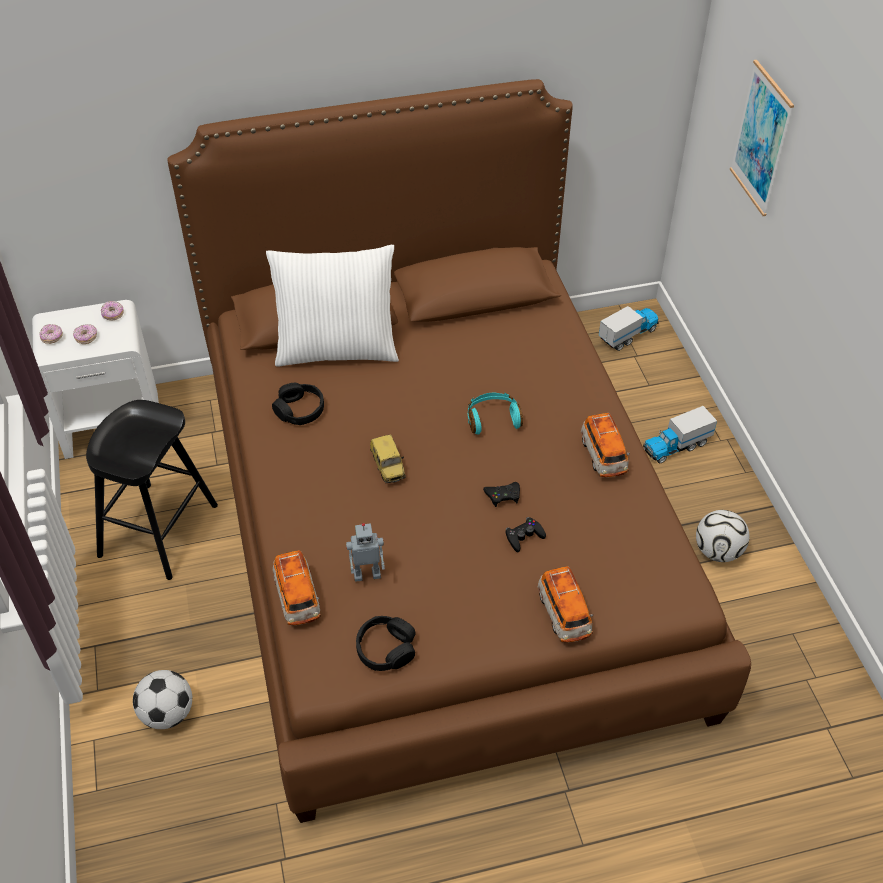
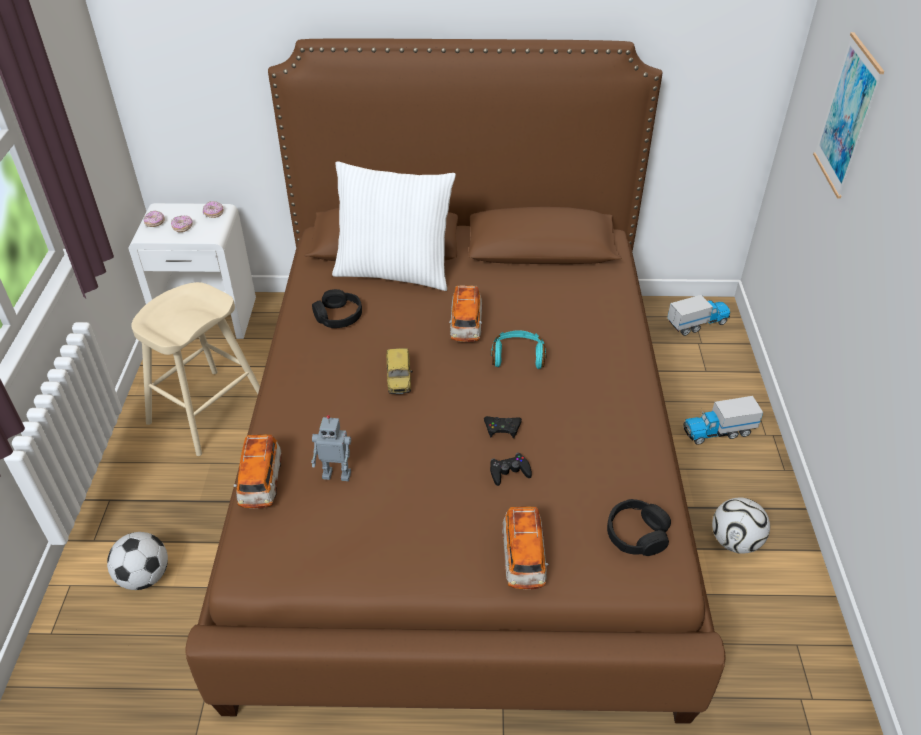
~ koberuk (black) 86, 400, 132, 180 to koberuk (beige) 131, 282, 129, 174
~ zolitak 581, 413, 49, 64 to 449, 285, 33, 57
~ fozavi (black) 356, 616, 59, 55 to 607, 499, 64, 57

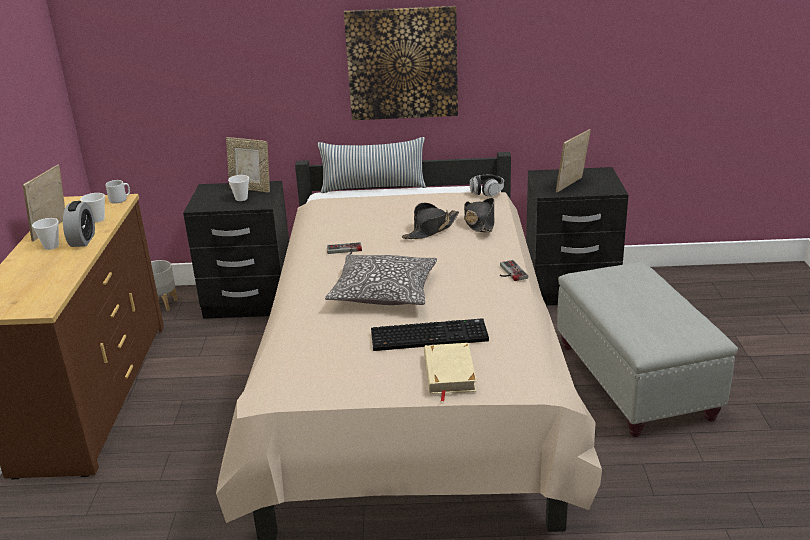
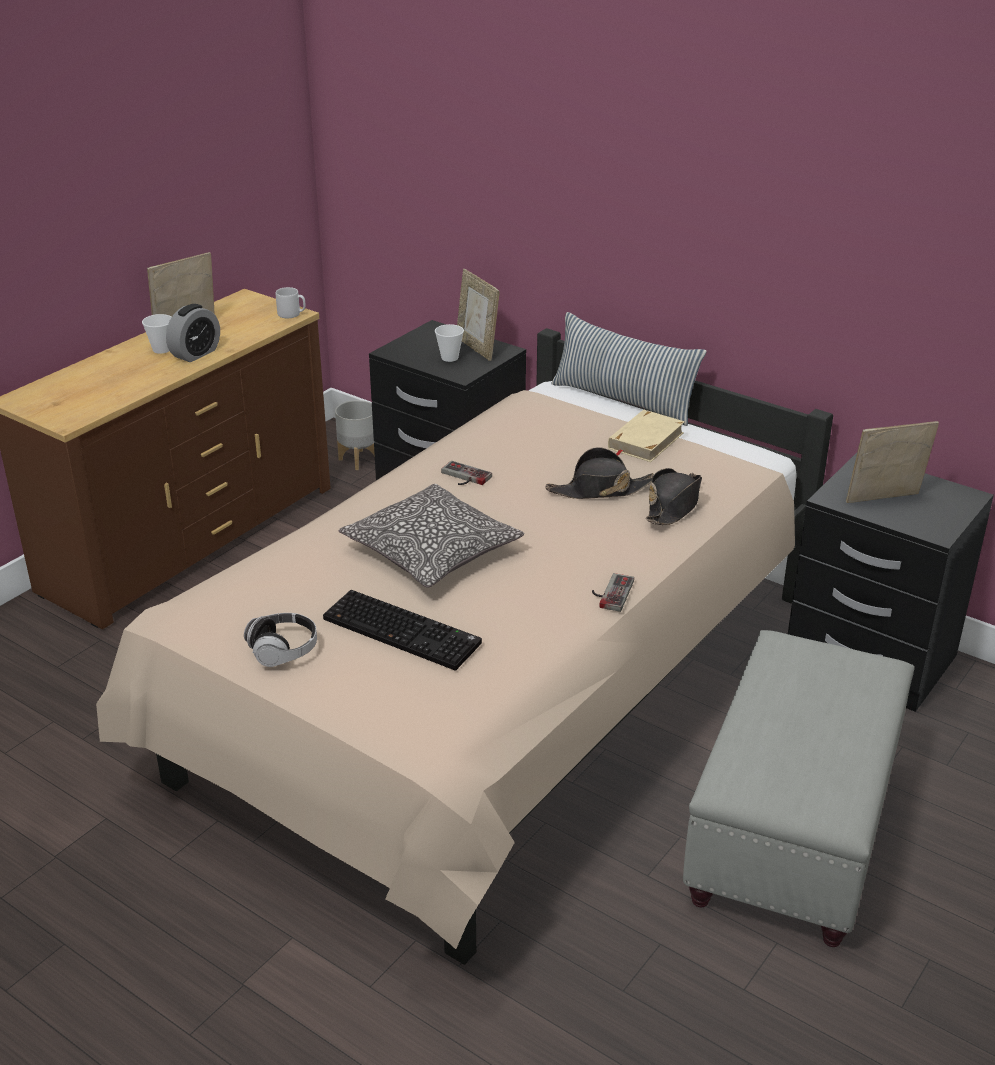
- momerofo 344, 6, 114, 114
~ fozavi 470, 175, 34, 22 to 244, 613, 73, 54
- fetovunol 80, 193, 25, 29
~ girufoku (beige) 424, 343, 53, 58 to 608, 410, 77, 52

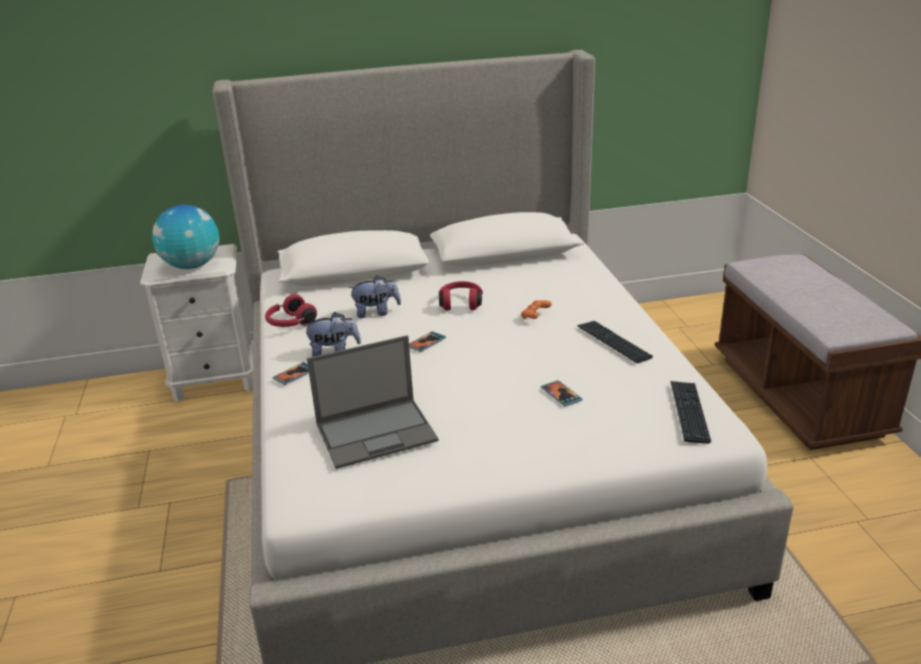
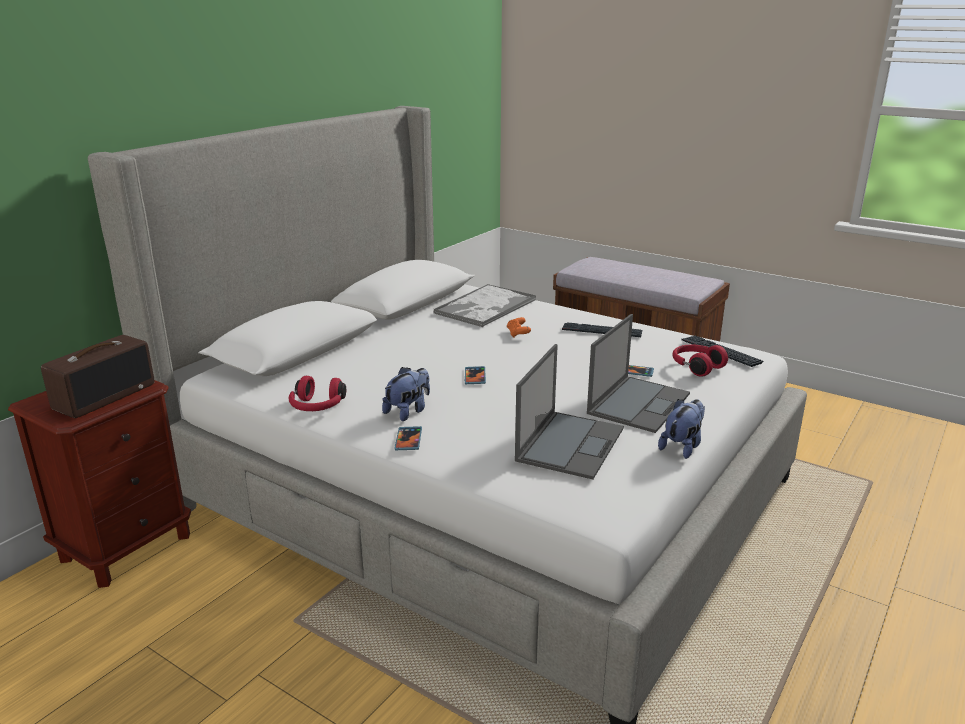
~ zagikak 152, 205, 68, 64 to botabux 41, 335, 113, 83
~ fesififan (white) 140, 244, 113, 158 to fesififan (brown) 8, 380, 183, 208
~ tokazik 348, 275, 53, 43 to 658, 399, 47, 60
~ fozavi (red) 439, 281, 44, 29 to 672, 345, 56, 32
+ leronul 433, 284, 103, 43
+ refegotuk 587, 314, 103, 119

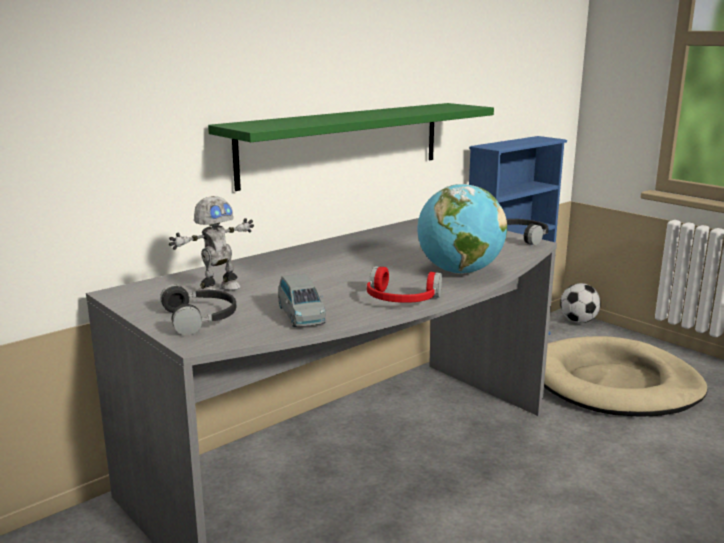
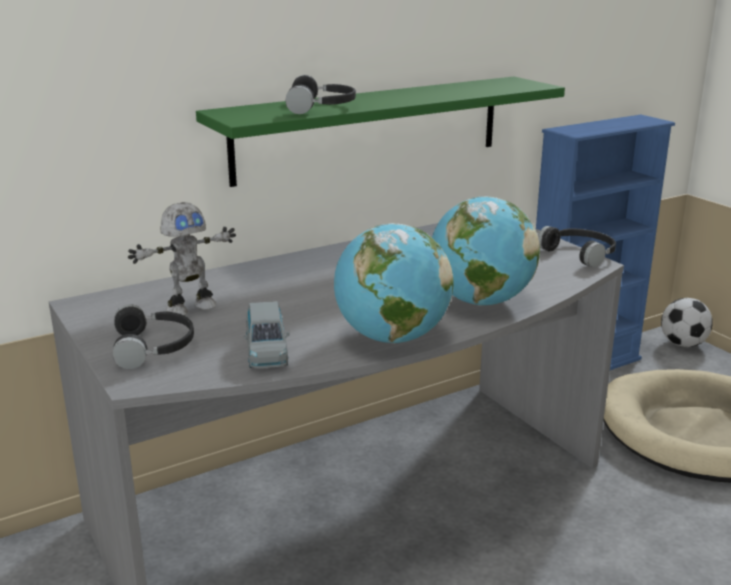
~ fozavi (red) 367, 266, 75, 37 to zagikak 334, 223, 119, 120
+ fozavi (black) 285, 75, 71, 39

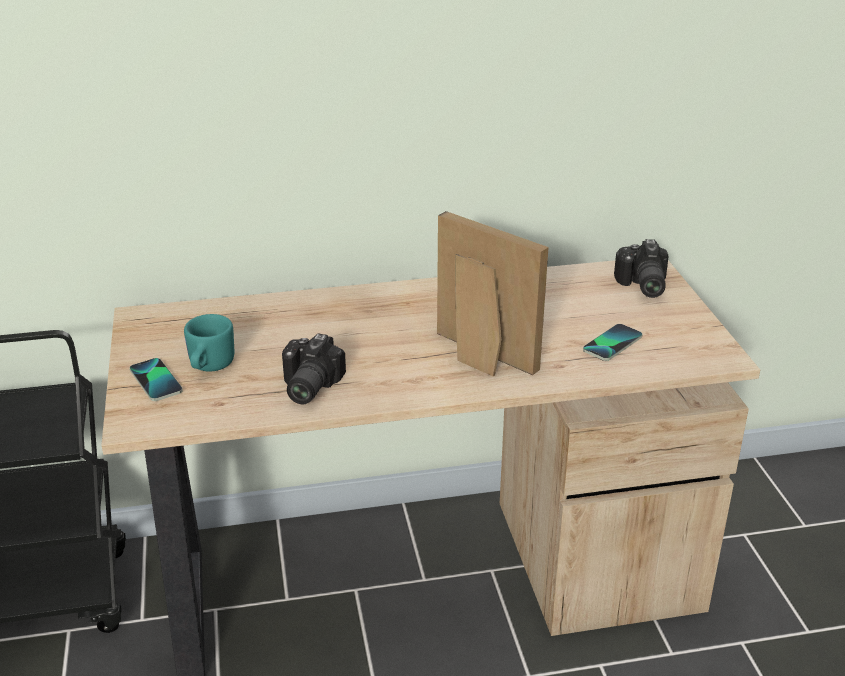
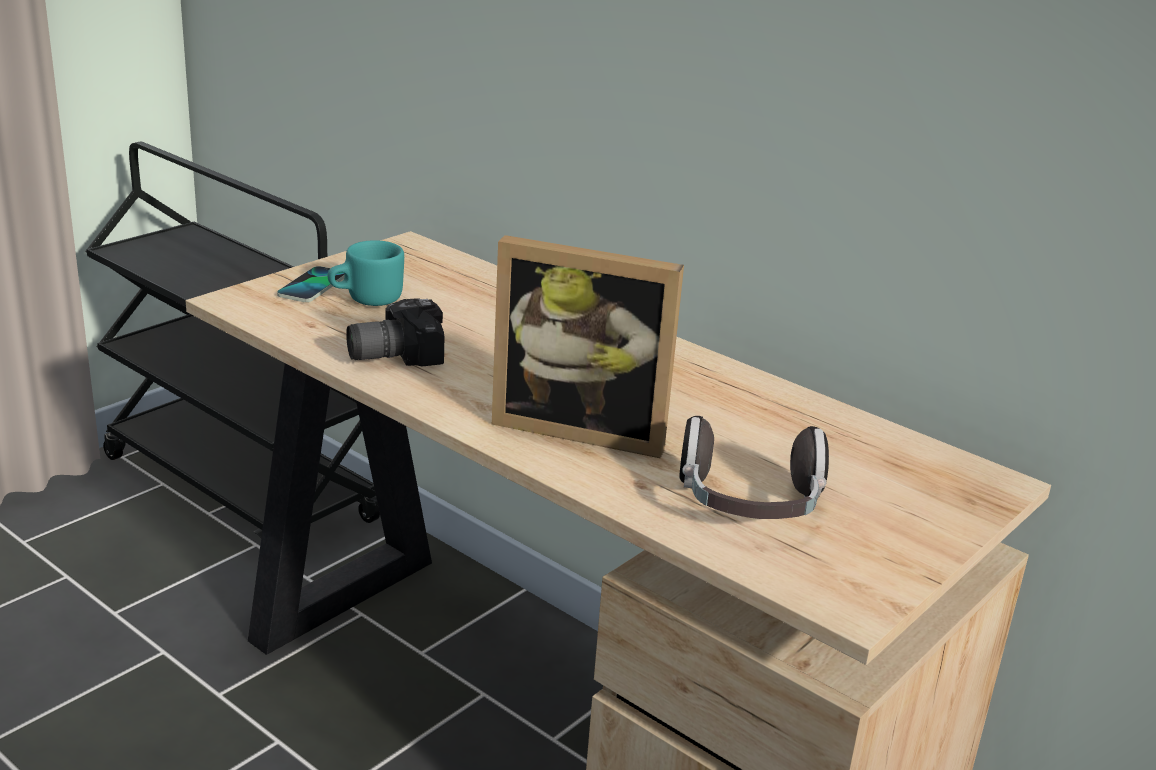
~ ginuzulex 437, 211, 112, 165 = 492, 235, 192, 223 105 degrees clockwise
- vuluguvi 614, 239, 55, 59
~ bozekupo 583, 324, 59, 37 to fozavi 679, 416, 150, 103

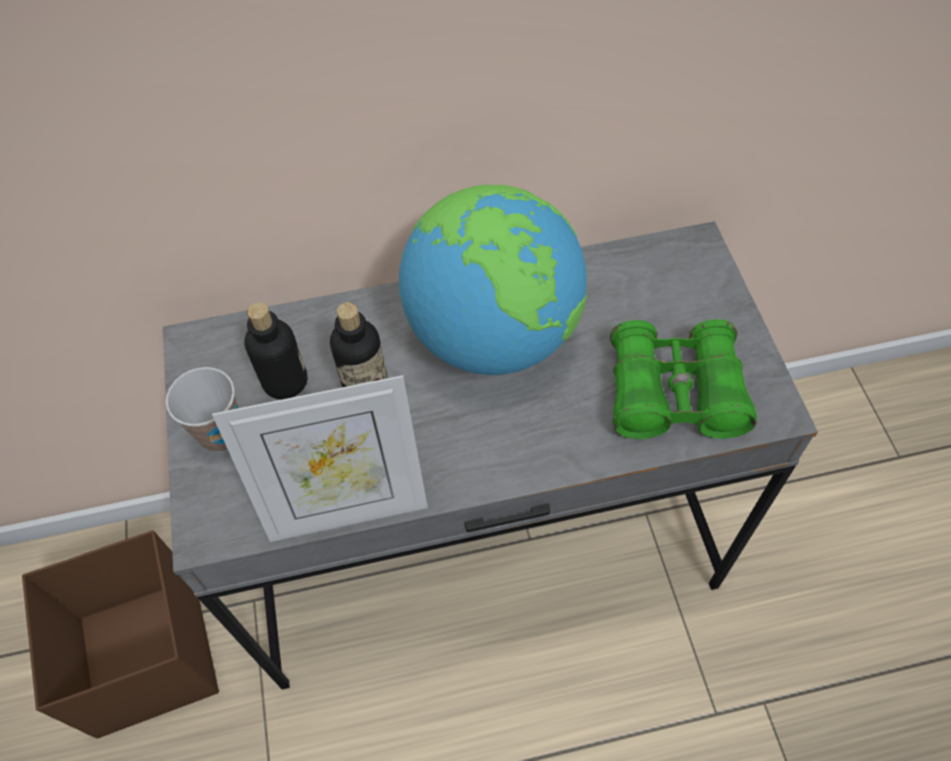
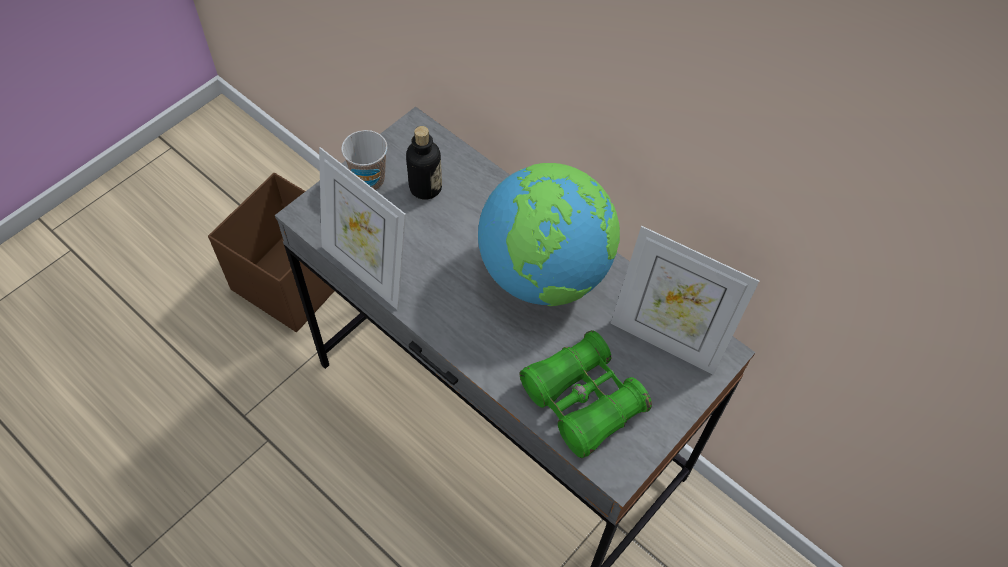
- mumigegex 330, 302, 57, 85
+ ginuzulex 611, 226, 148, 149

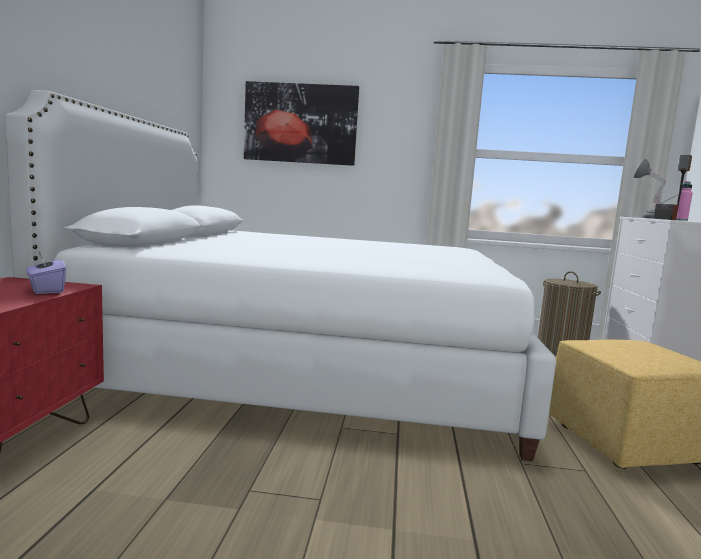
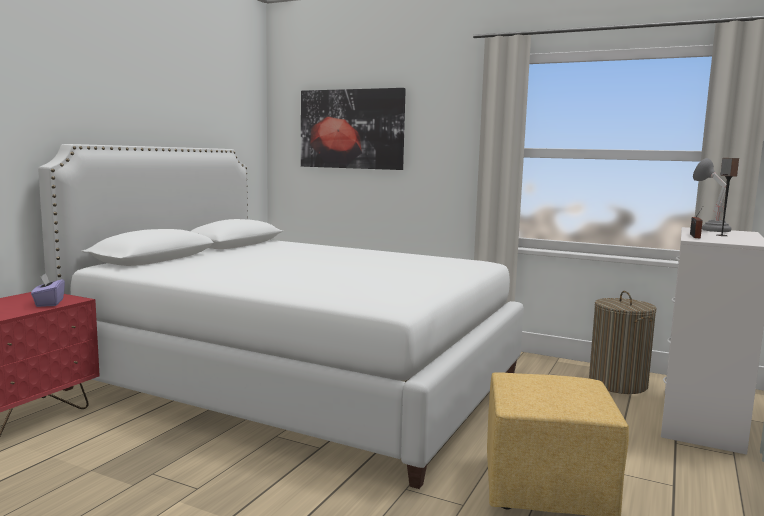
- mumigegex (pink) 676, 181, 17, 40

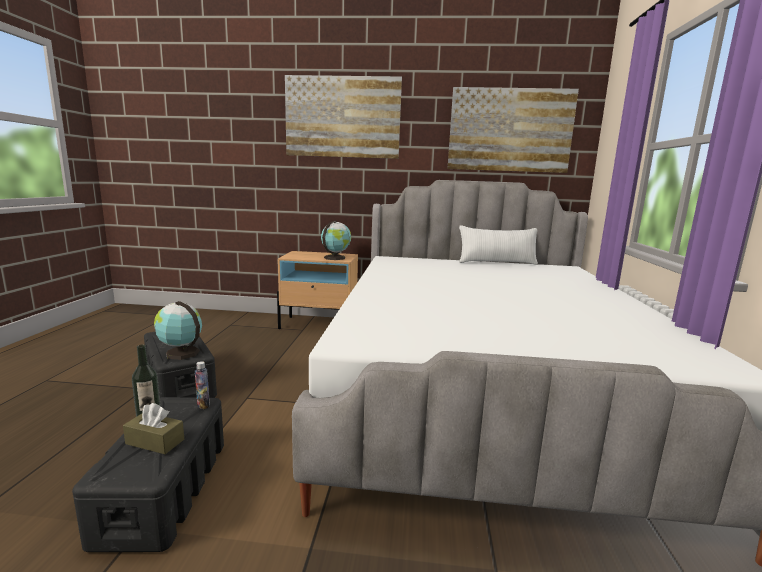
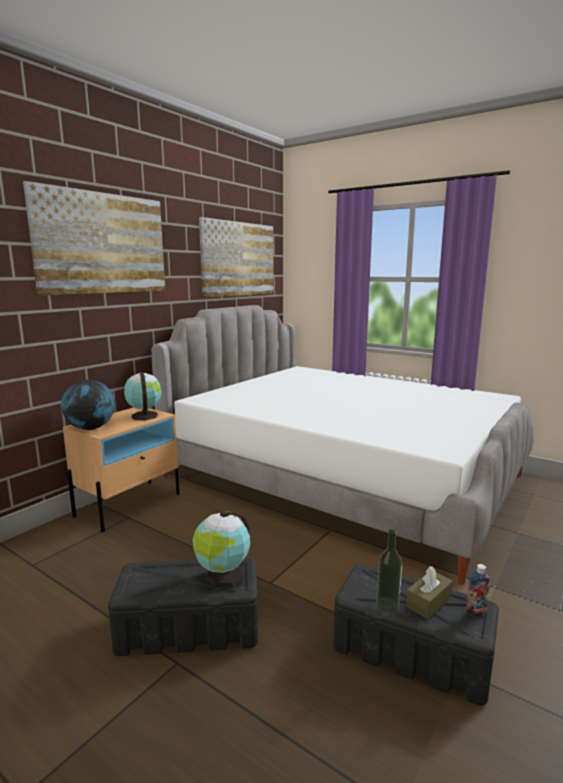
- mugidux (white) 459, 225, 79, 40
~ mumigegex 195, 361, 15, 48 to 466, 564, 25, 52
+ zagikak 61, 380, 54, 50

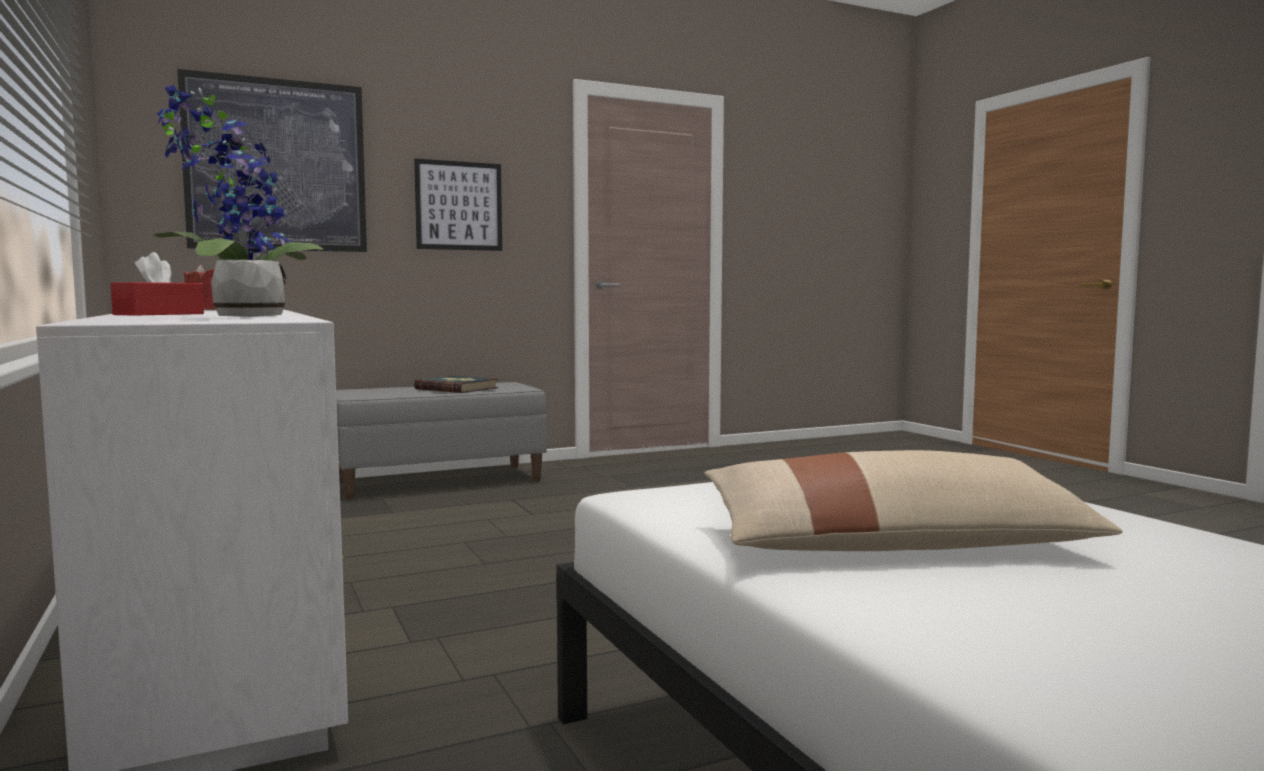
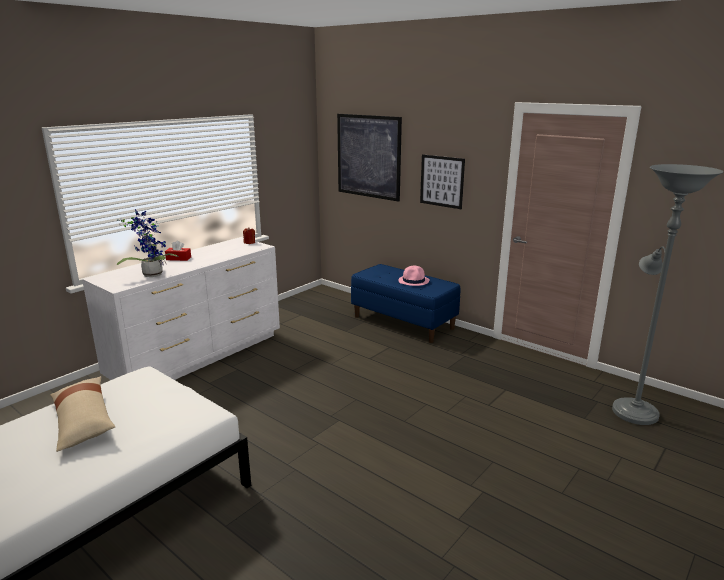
~ girufoku 414, 376, 84, 17 to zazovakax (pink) 398, 266, 32, 20
~ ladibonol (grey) 336, 382, 211, 118 to ladibonol (blue) 351, 264, 109, 79
+ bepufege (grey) 612, 164, 111, 261

